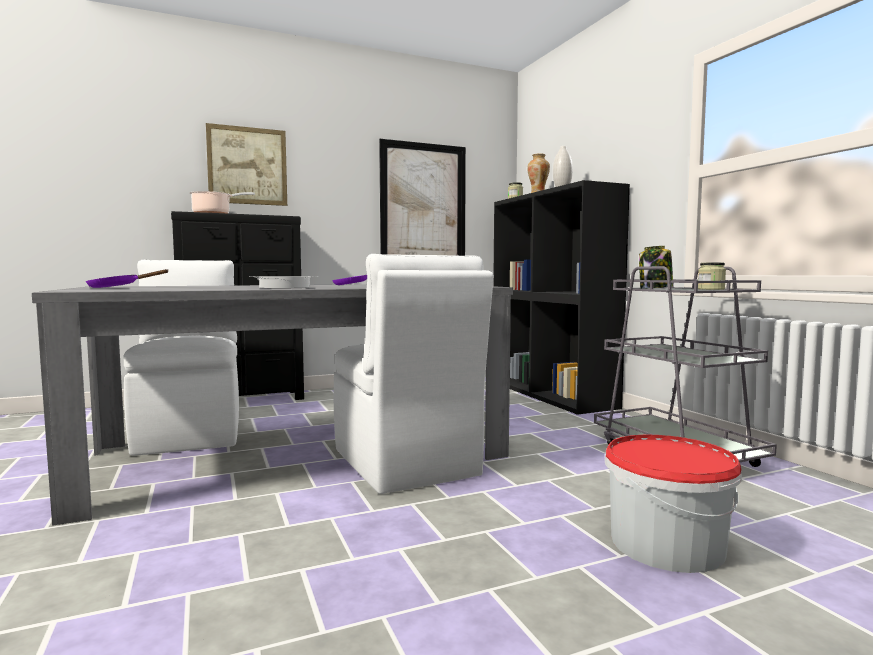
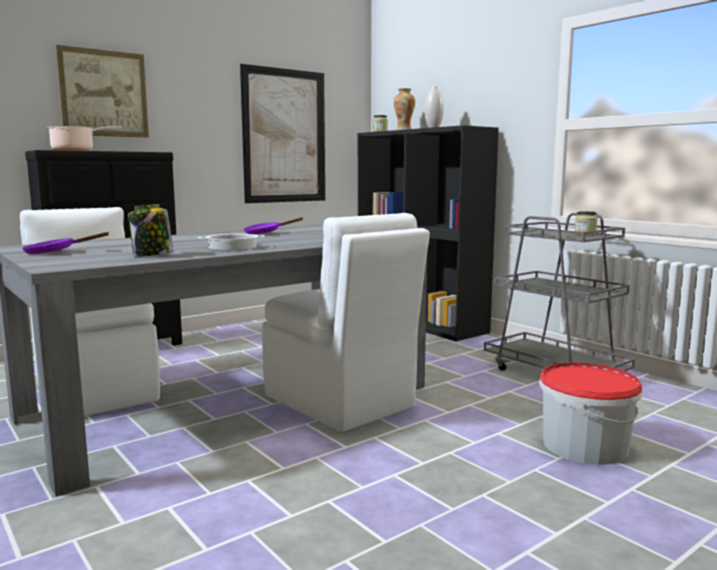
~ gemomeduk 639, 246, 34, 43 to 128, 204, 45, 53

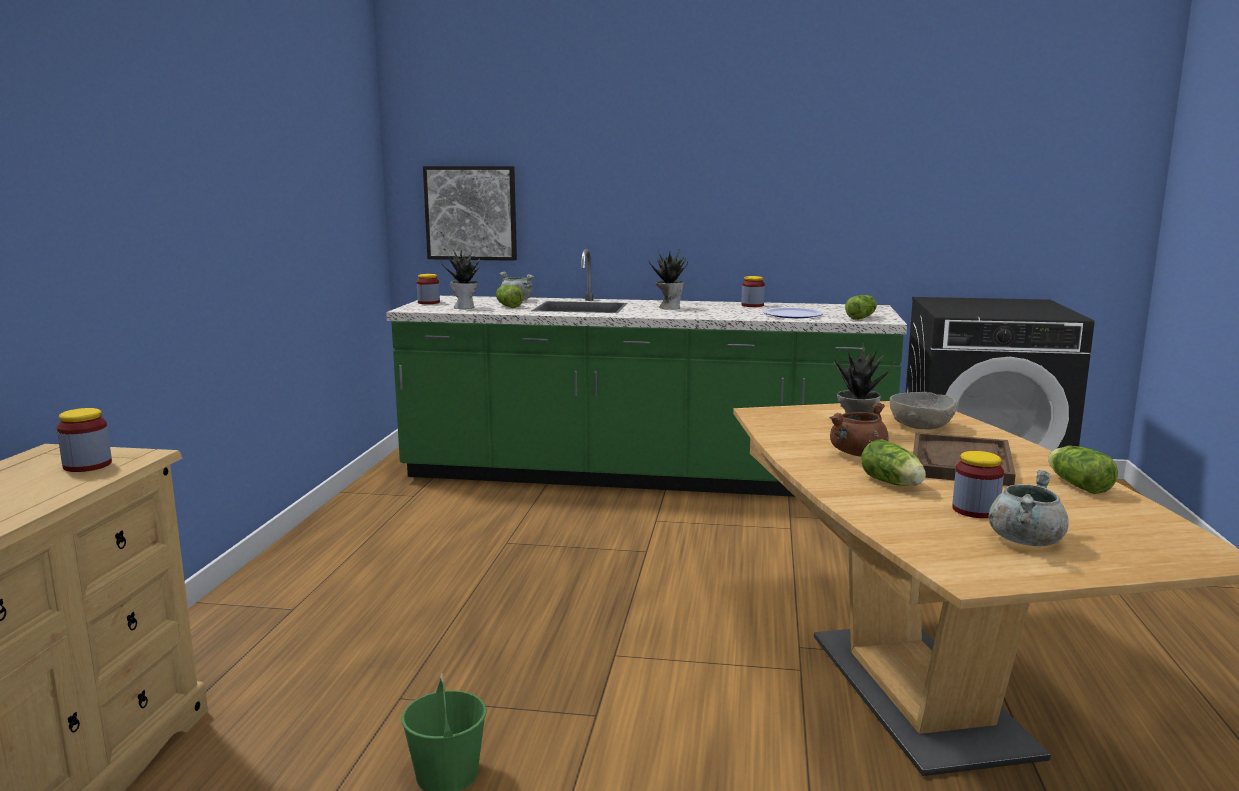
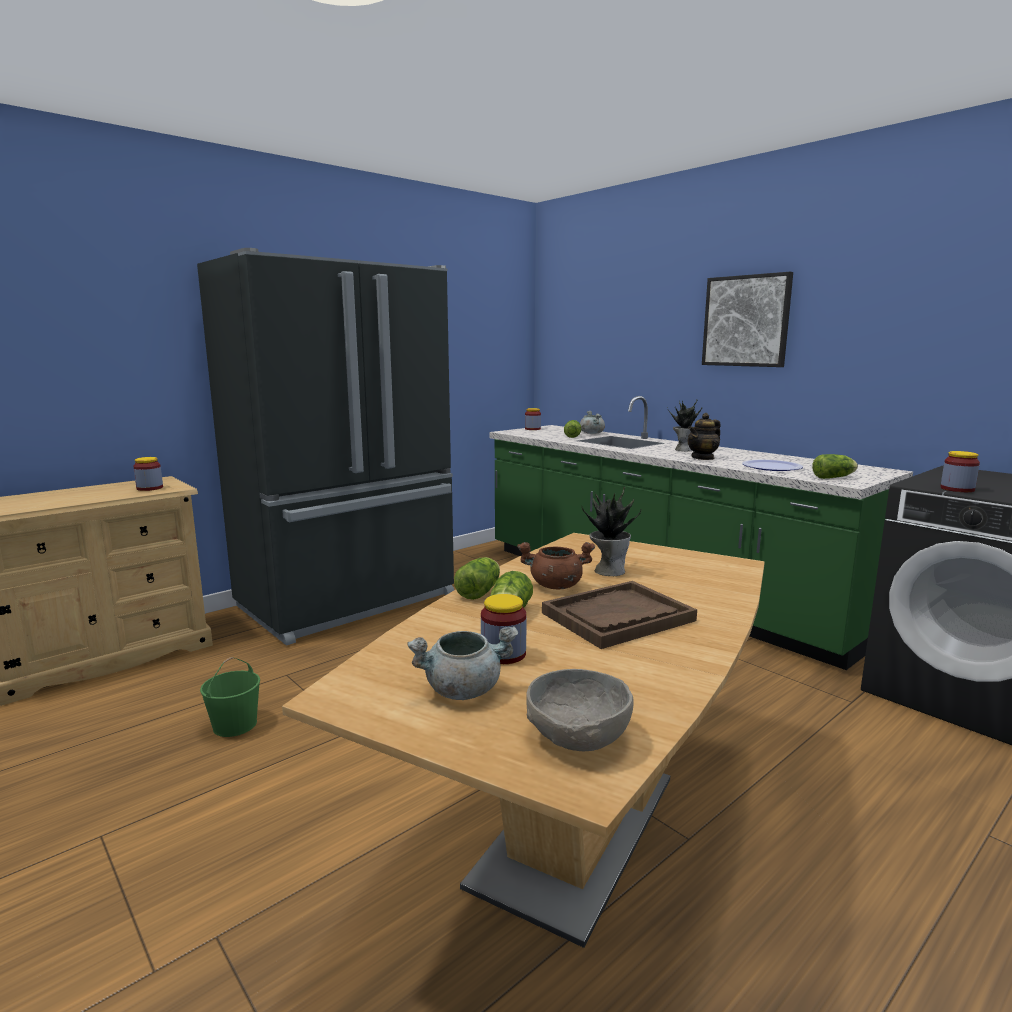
~ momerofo 423, 166, 94, 95 to 702, 272, 91, 95
- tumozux 441, 250, 40, 59
~ gemomeduk 741, 276, 24, 31 to 941, 451, 39, 41
~ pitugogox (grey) 890, 392, 66, 38 to 526, 669, 108, 82
~ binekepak 1048, 446, 70, 48 to 454, 557, 46, 43
+ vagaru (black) 197, 248, 257, 398
+ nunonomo 688, 413, 33, 47

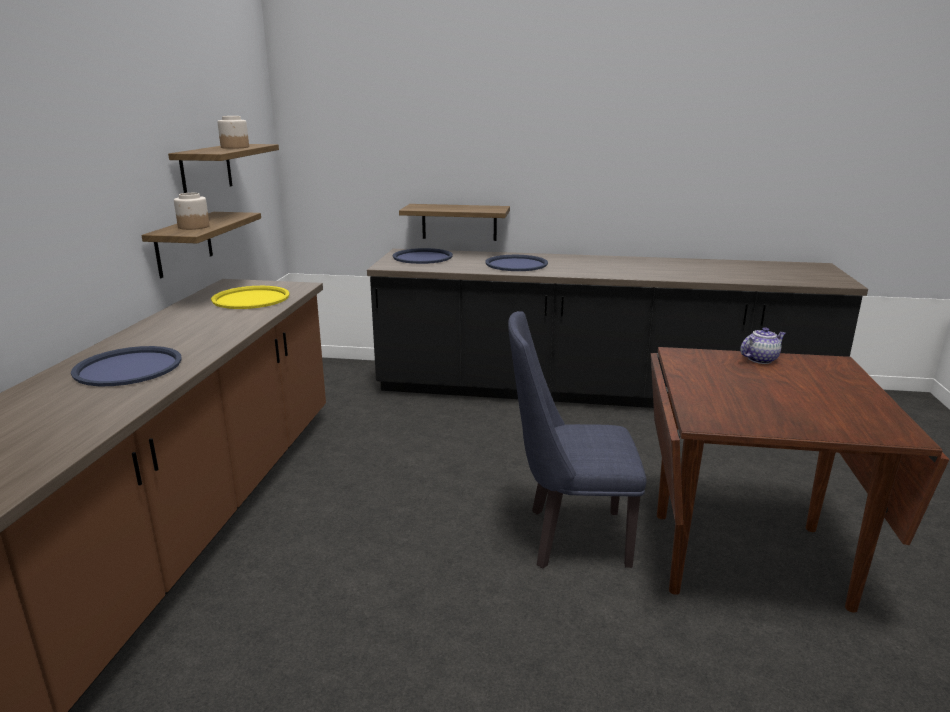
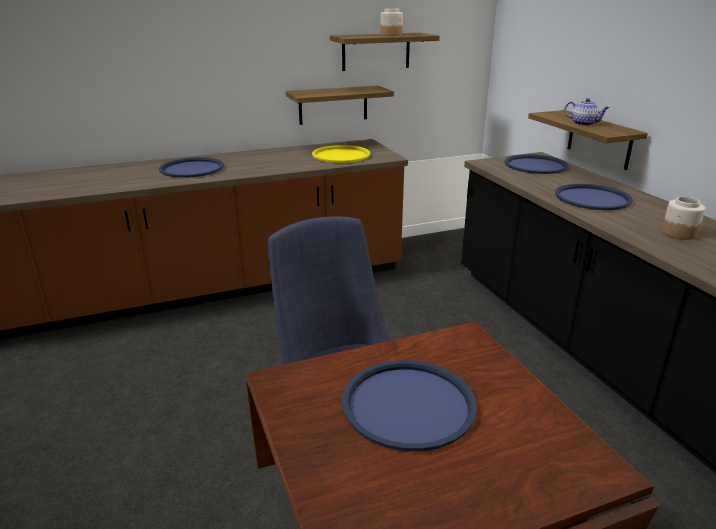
~ gemomeduk 174, 193, 36, 37 to 662, 197, 43, 43
~ nunonomo 740, 327, 46, 37 to 564, 98, 45, 28
+ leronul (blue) 342, 360, 135, 91

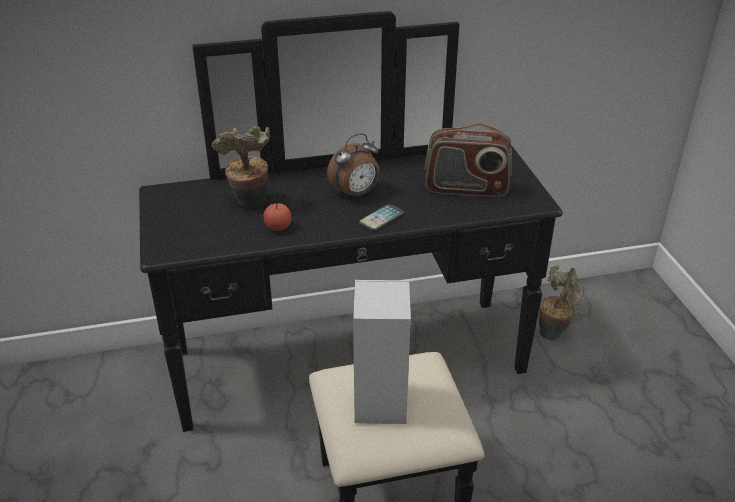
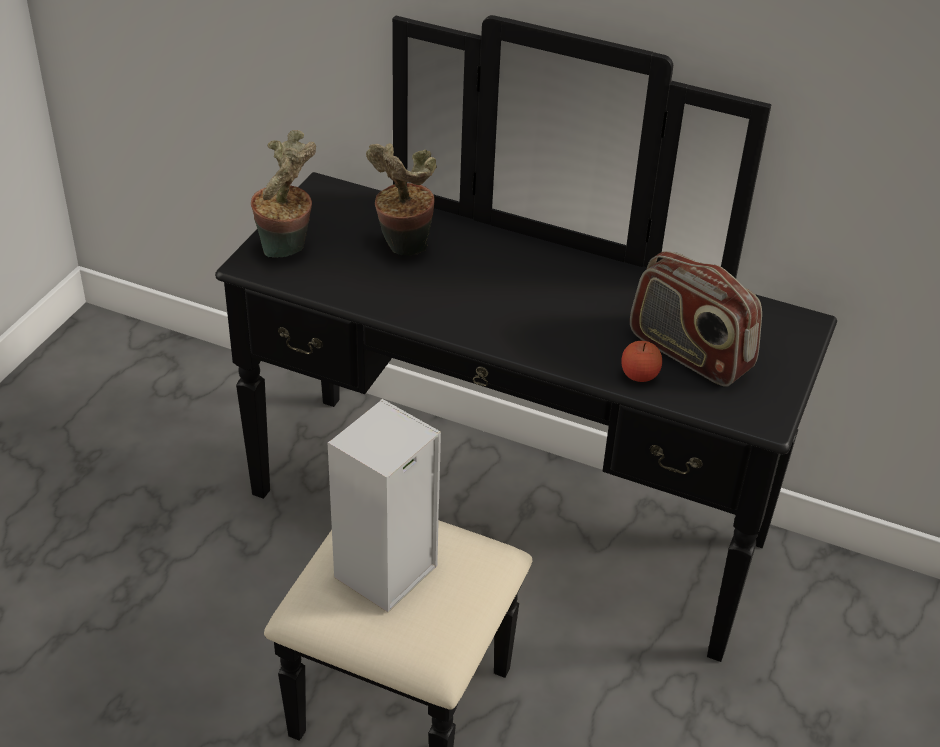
- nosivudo 327, 133, 53, 66
~ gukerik 263, 203, 29, 28 to 621, 341, 41, 41
- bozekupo 359, 204, 45, 27
~ tumozux 539, 265, 43, 75 to 251, 130, 65, 128

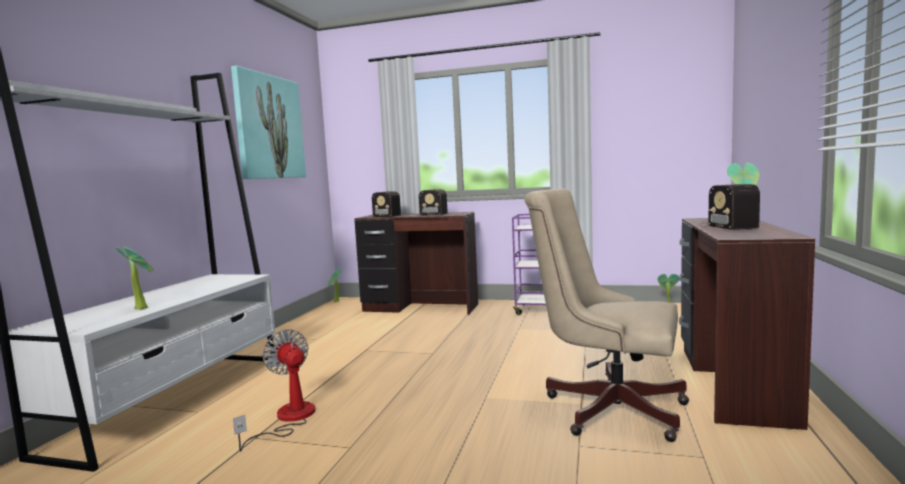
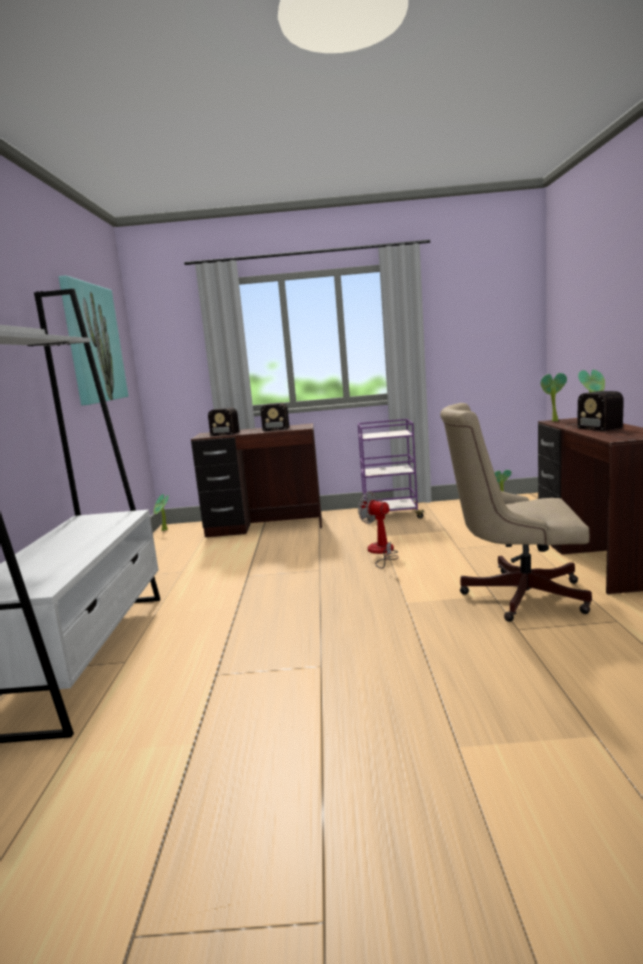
~ tumozux 116, 246, 37, 64 to 541, 373, 26, 48
~ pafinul 233, 329, 82, 122 to 358, 491, 41, 78

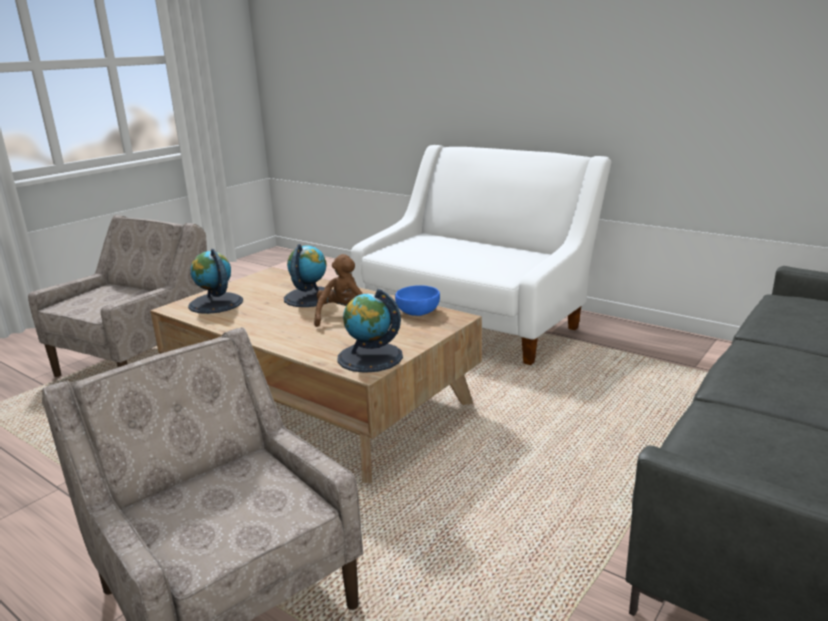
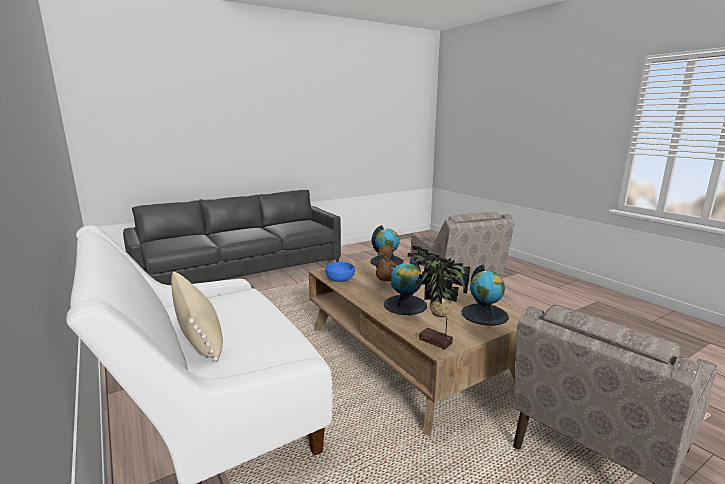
+ tumozux 408, 246, 62, 103
+ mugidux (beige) 171, 271, 52, 91

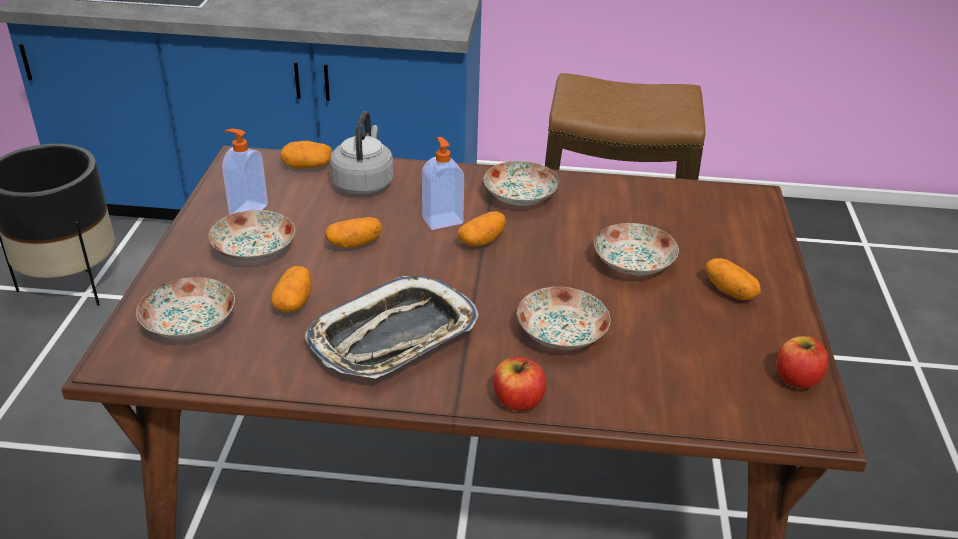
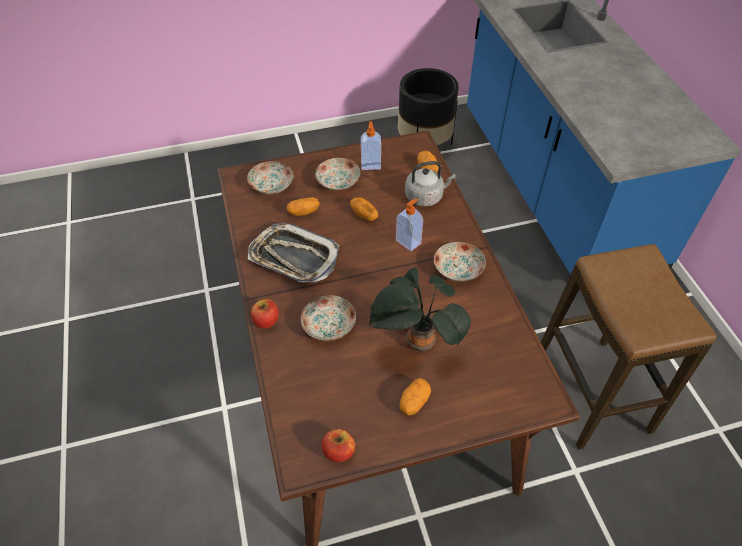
- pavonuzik 458, 211, 48, 35
~ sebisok 594, 223, 85, 53 to tumozux 369, 268, 102, 83

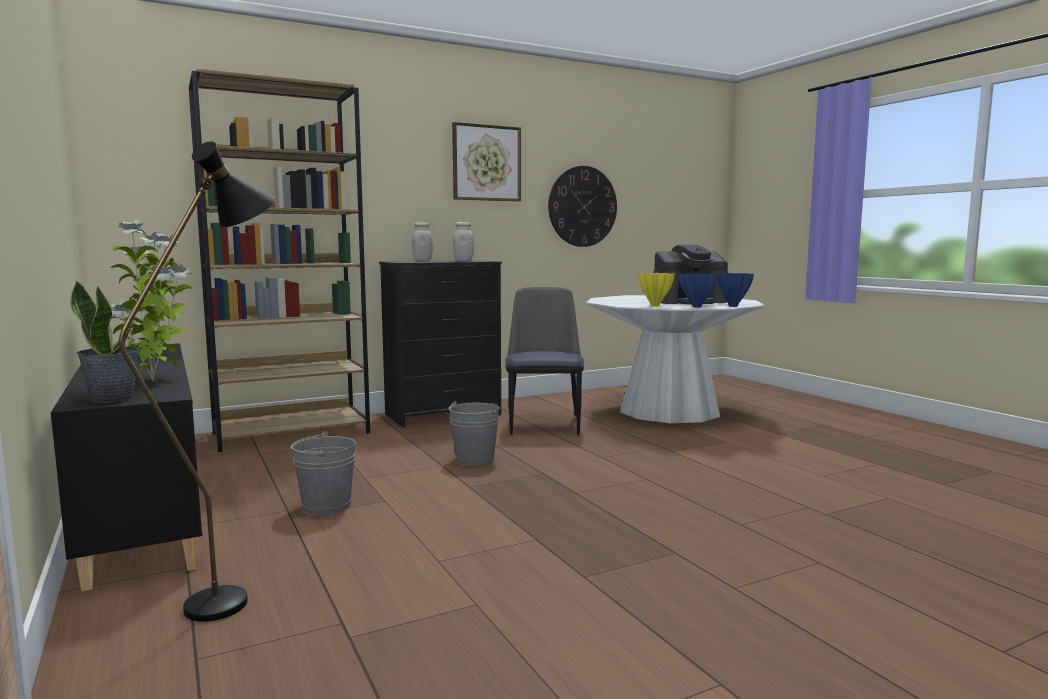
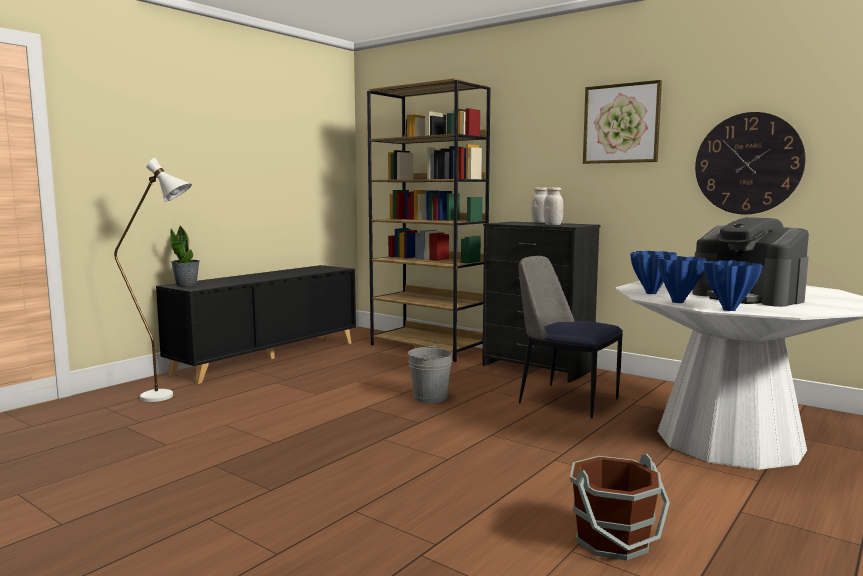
~ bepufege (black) 119, 141, 156, 481 to bepufege (white) 114, 158, 78, 244
- tumozux 111, 220, 82, 161
~ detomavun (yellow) 638, 273, 37, 34 to detomavun (blue) 630, 251, 47, 43
~ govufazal 505, 287, 79, 148 = 519, 256, 104, 163 120 degrees counterclockwise
- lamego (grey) 291, 432, 65, 83
+ lamego (brown) 570, 454, 100, 107

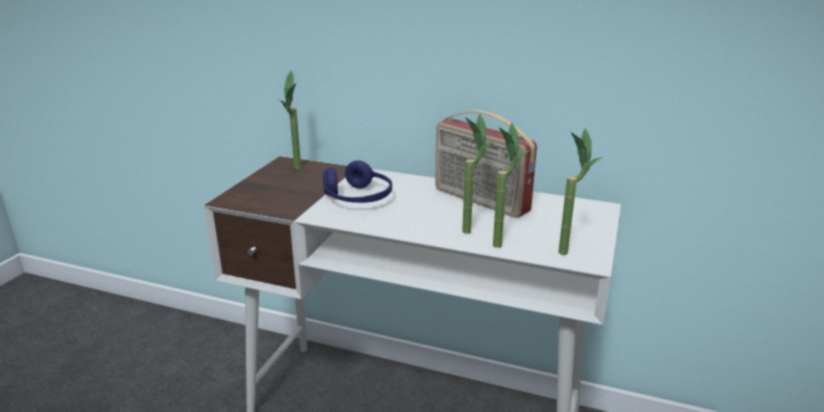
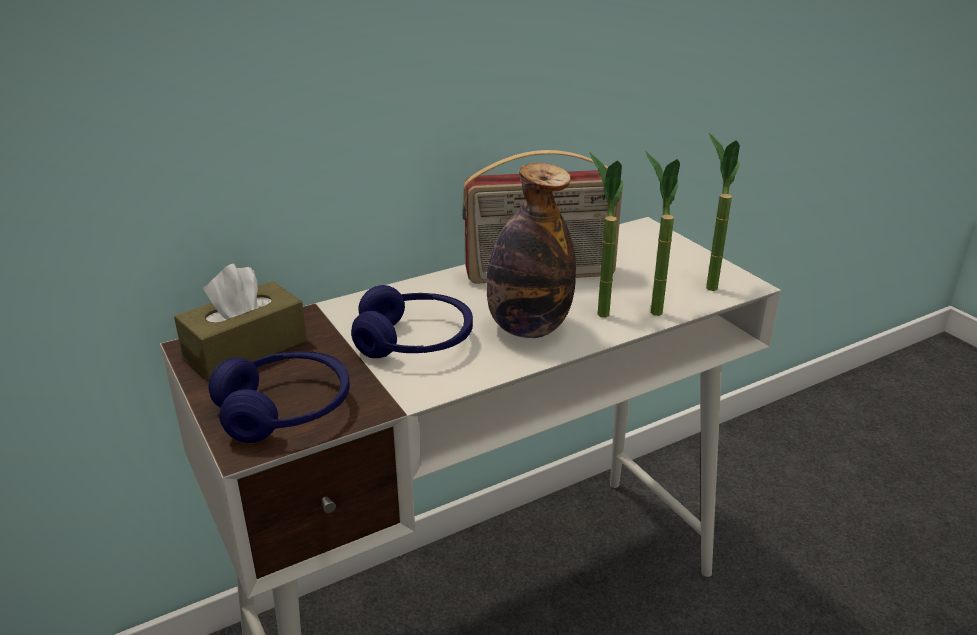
~ tumozux 279, 70, 22, 99 to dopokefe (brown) 174, 264, 133, 117
+ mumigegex 486, 163, 90, 175
+ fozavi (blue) 209, 351, 141, 92

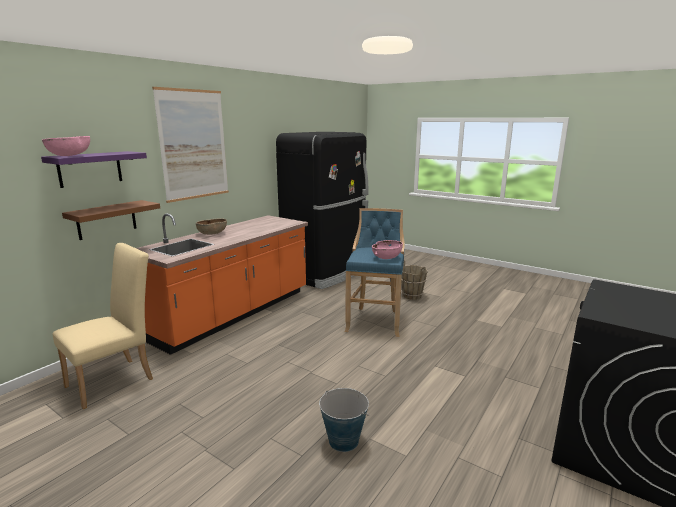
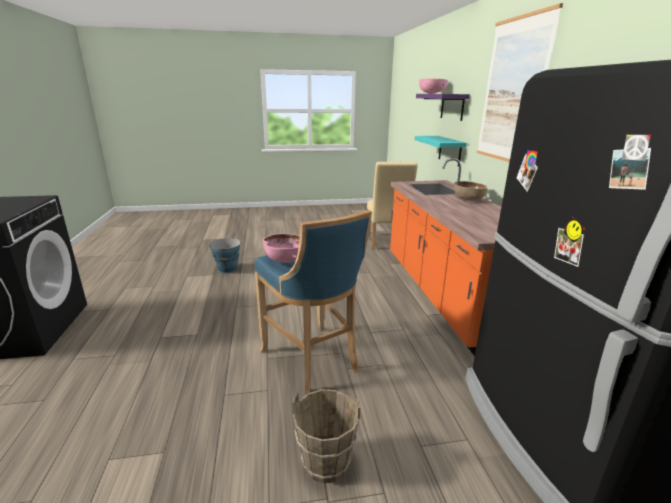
~ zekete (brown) 62, 200, 98, 40 to zekete (turquoise) 415, 136, 52, 31

